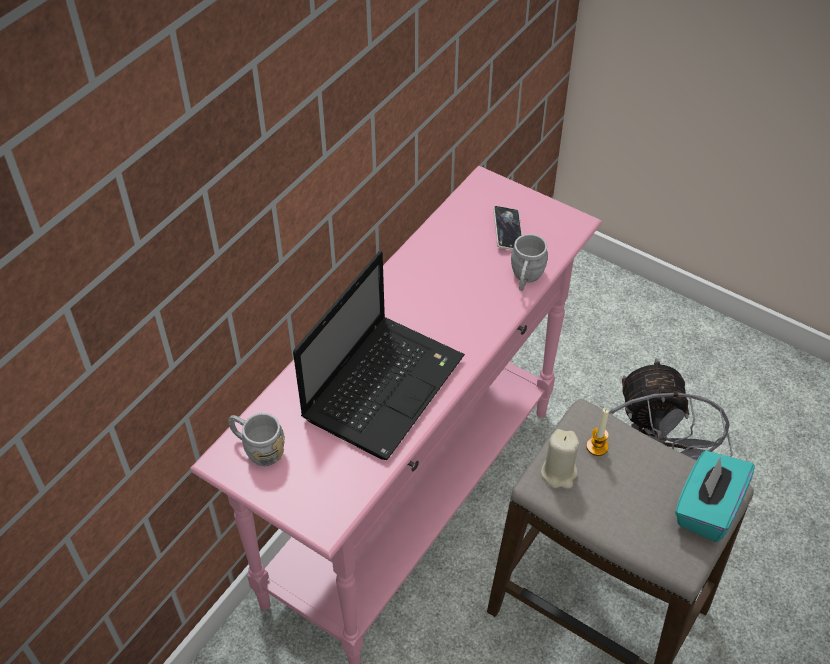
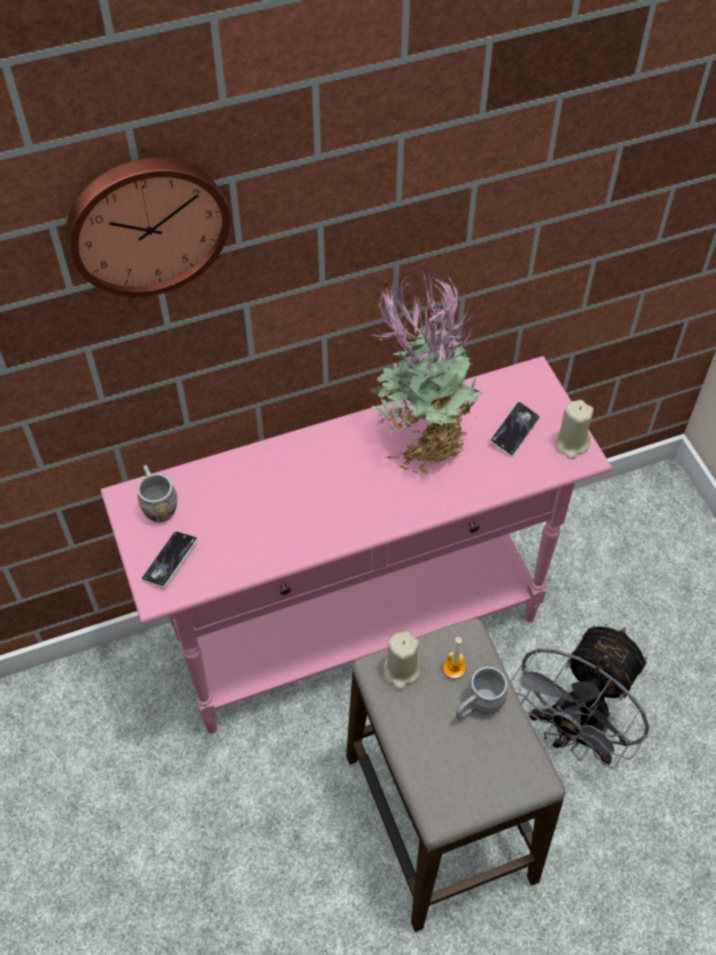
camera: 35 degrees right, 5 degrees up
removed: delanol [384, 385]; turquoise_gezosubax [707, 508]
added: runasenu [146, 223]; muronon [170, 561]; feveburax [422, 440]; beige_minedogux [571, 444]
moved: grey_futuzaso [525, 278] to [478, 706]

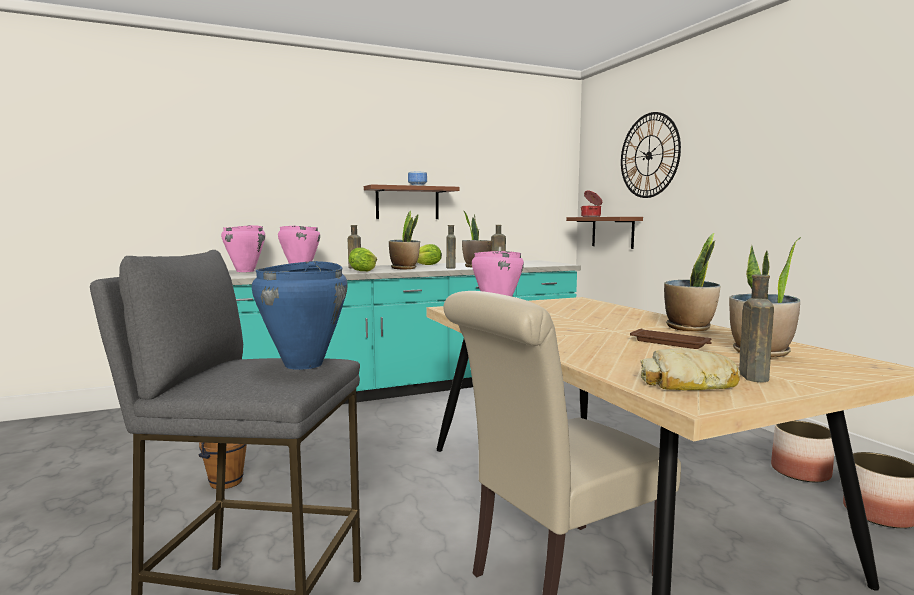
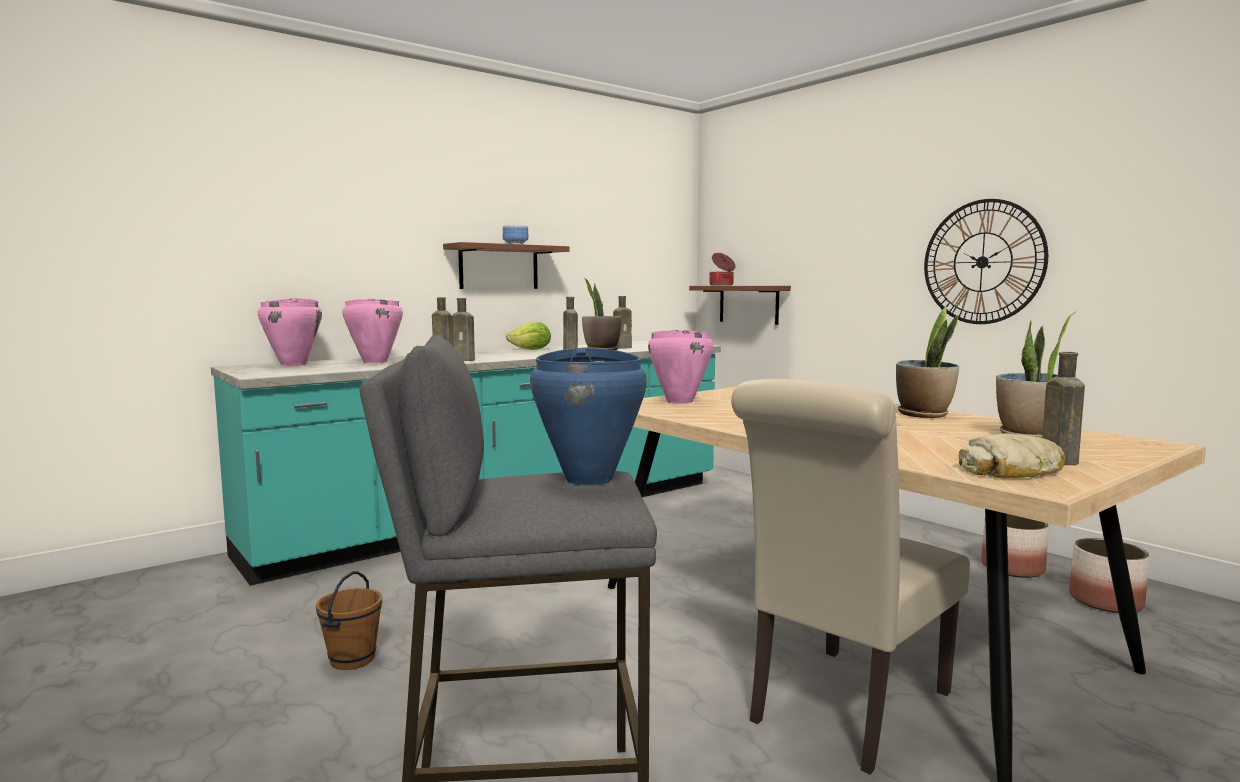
camera: 15 degrees left, 0 degrees up
removed: feveburax [404, 268]; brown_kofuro [671, 343]
moved: runasenu [649, 155] to [982, 262]
replaced: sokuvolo [363, 271] to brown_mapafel [465, 360]

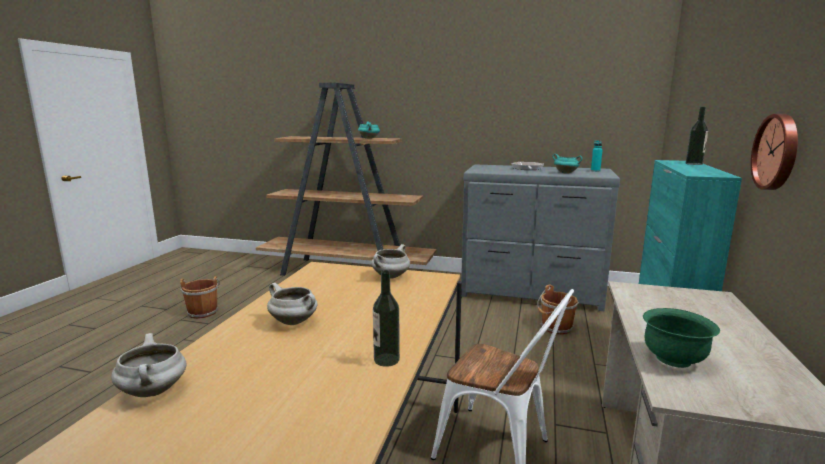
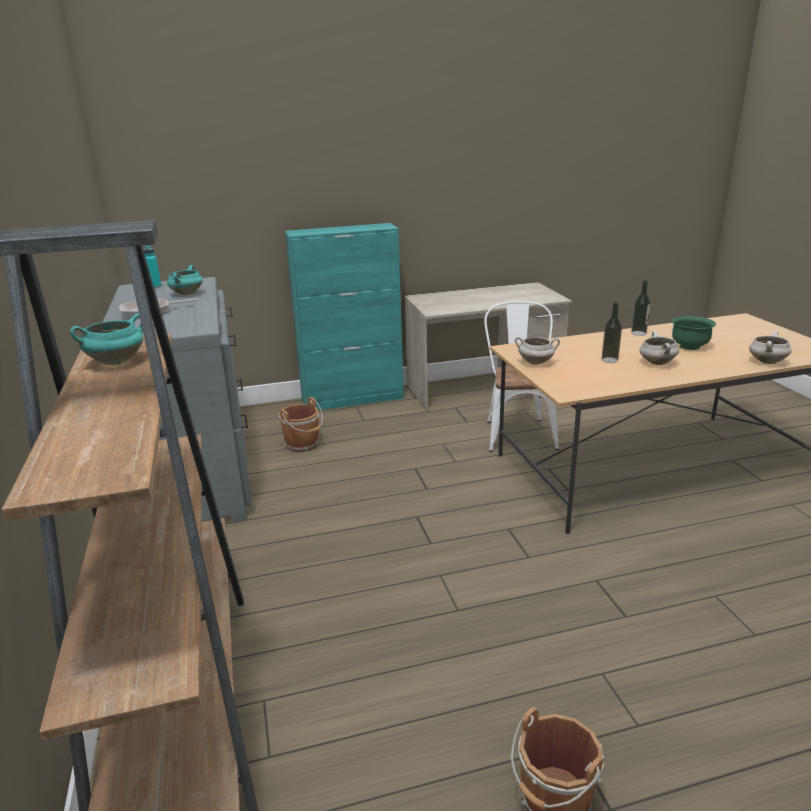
camera: 120 degrees left, 10 degrees up
removed: runasenu [778, 152]
moved: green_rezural [674, 359] to [689, 346]; mapafel [694, 164] to [609, 360]

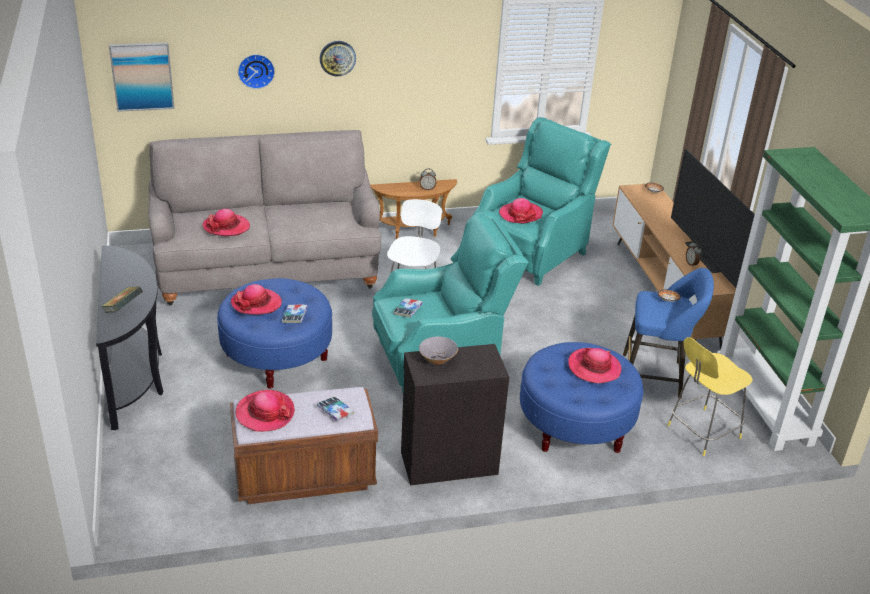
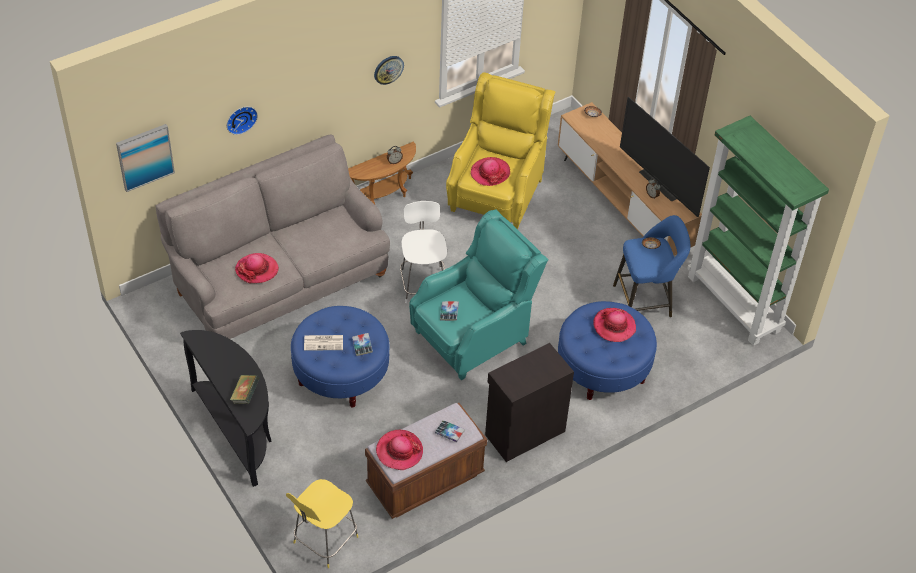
camera: 20 degrees left, 15 degrees up
removed: grey_rezural [437, 360]
moved: runasenu [337, 58] to [388, 69]; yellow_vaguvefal [701, 432] to [324, 541]
replaced: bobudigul [256, 304] to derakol [324, 342]
recoloured: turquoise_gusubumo [532, 253] to yellow_gusubumo [497, 192]

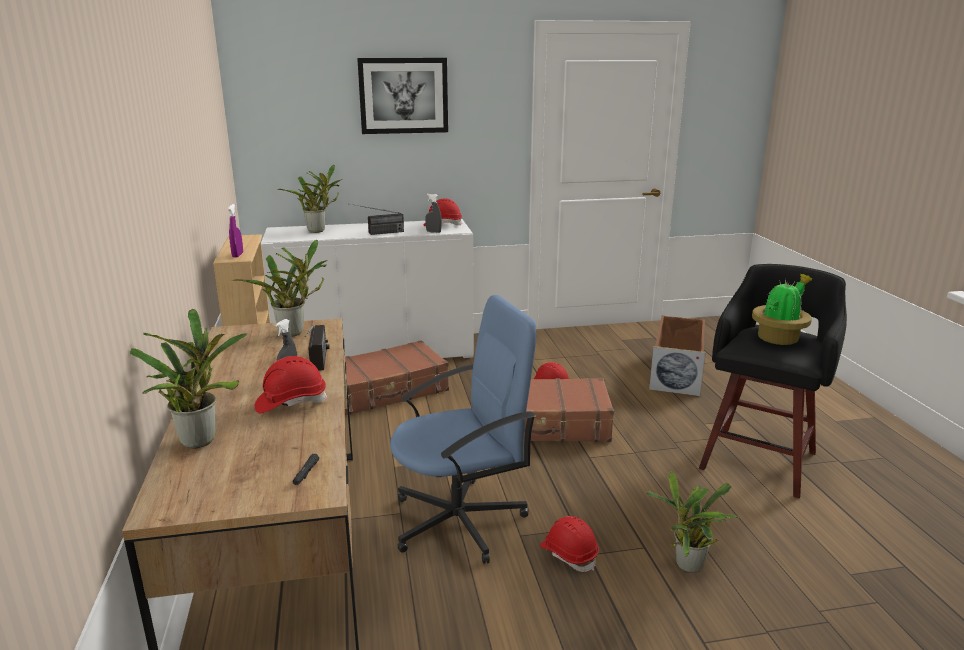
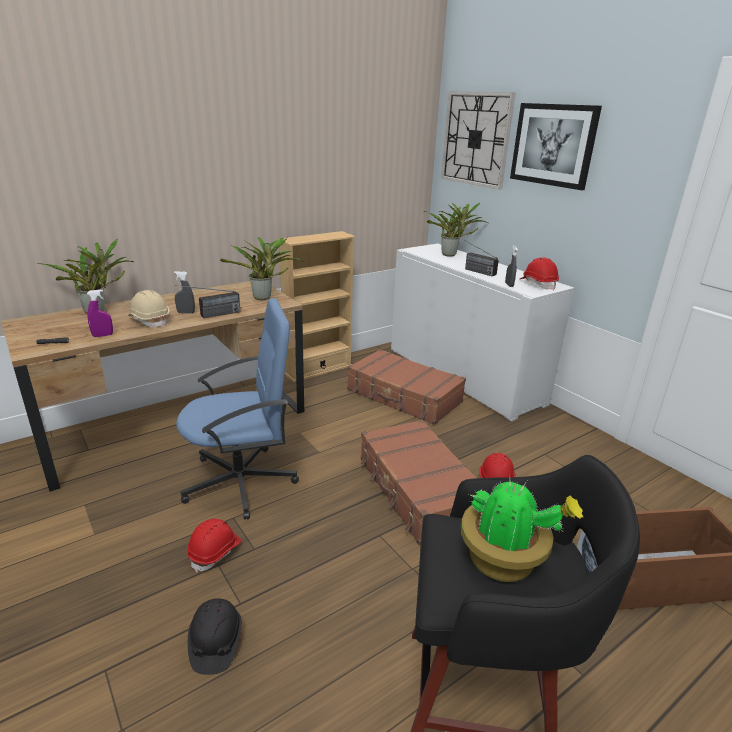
camera: 65 degrees right, 5 degrees up
added: runasenu [476, 139]
moved: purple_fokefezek [237, 255] to [103, 335]
replaced: feveburax [686, 568] to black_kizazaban [215, 643]
recoloured: red_kizazaban [291, 402] to beige_kizazaban [150, 320]
turned: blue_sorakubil [460, 520] = [242, 481] 60 degrees counterclockwise

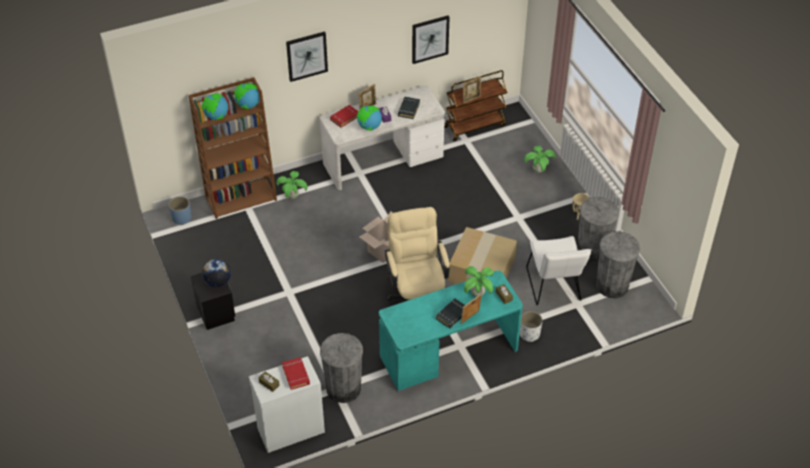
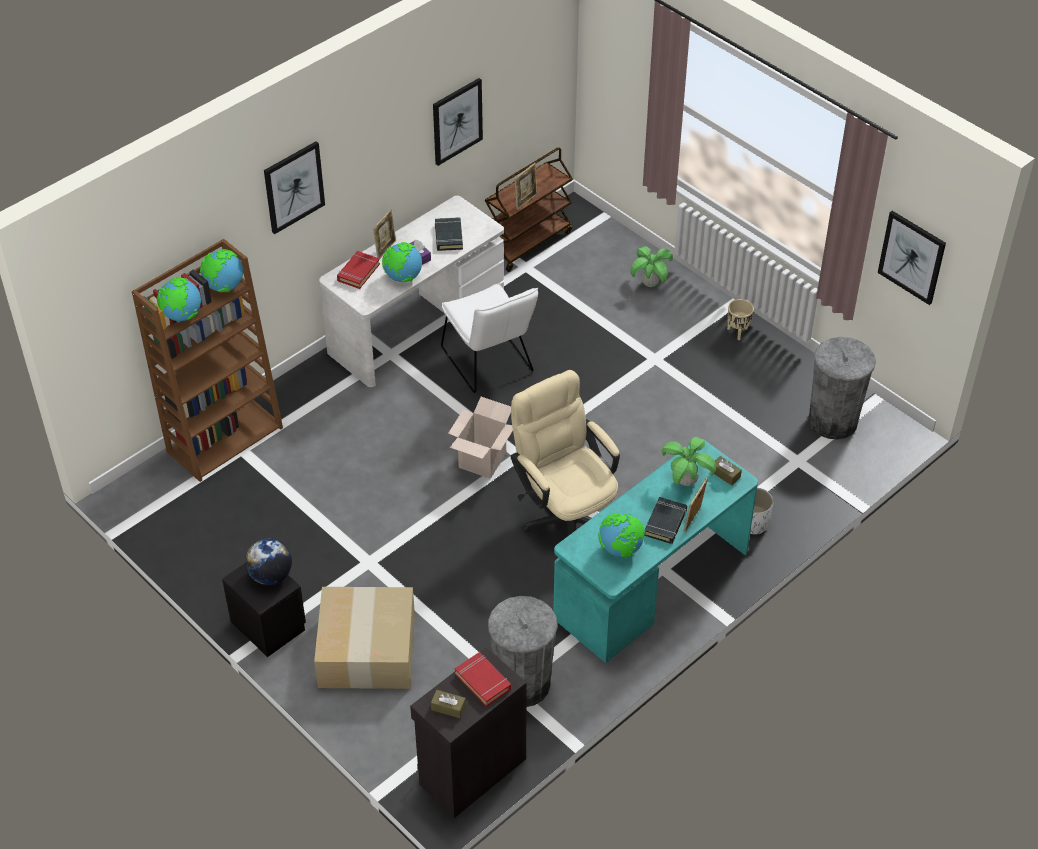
camera: 20 degrees left, 0 degrees up
removed: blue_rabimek [182, 218]; feveburax [292, 196]; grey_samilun [593, 250]
added: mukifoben [621, 549]; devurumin [912, 257]
moved: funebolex [481, 268] to [365, 649]; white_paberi [554, 287] to [490, 364]
recoloured: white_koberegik [290, 429] to black_koberegik [471, 771]

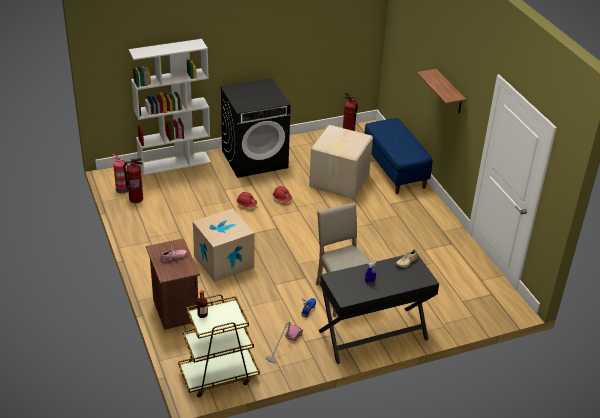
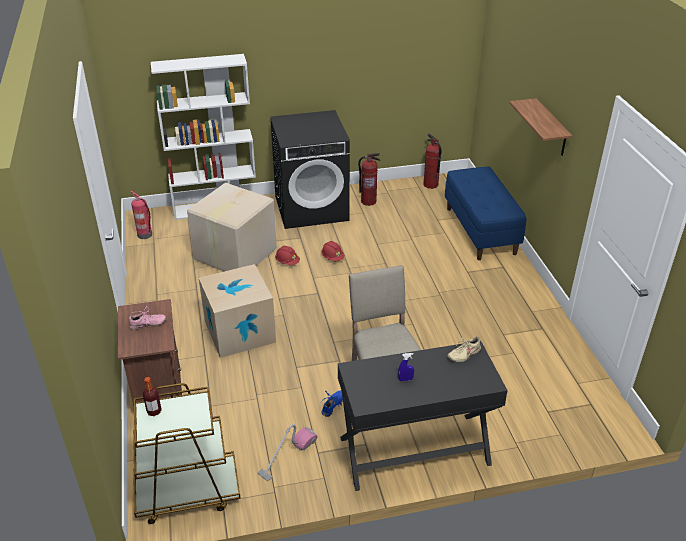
camera: 10 degrees right, 0 degrees up
moved: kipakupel [136, 199] to [368, 201]; funebolex [338, 181] to [234, 254]

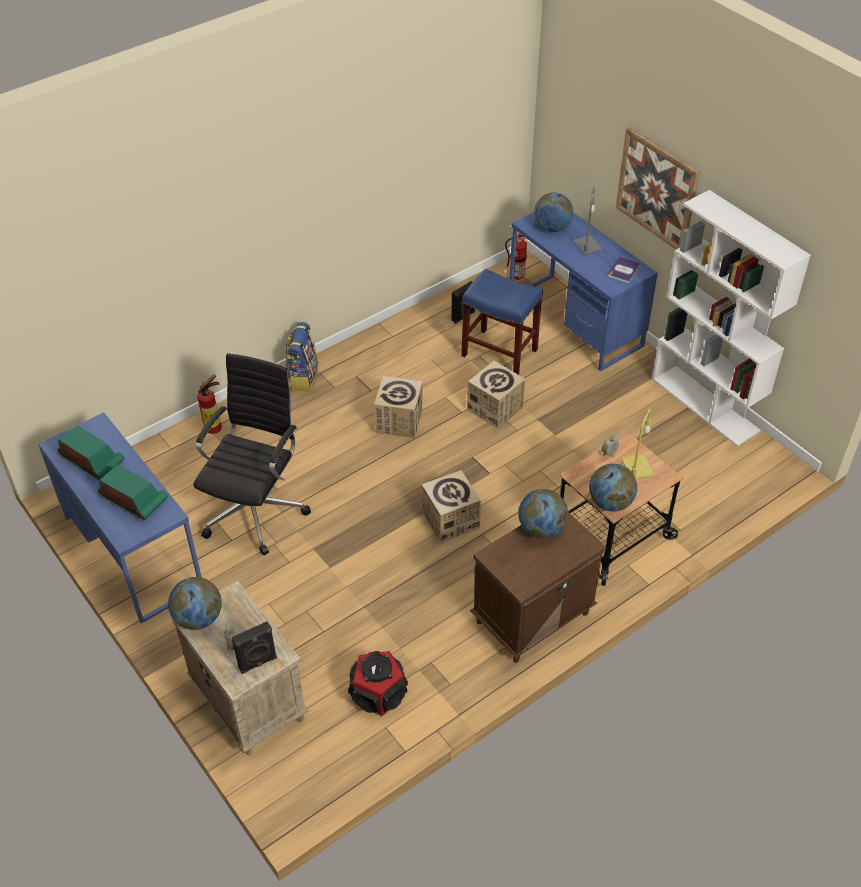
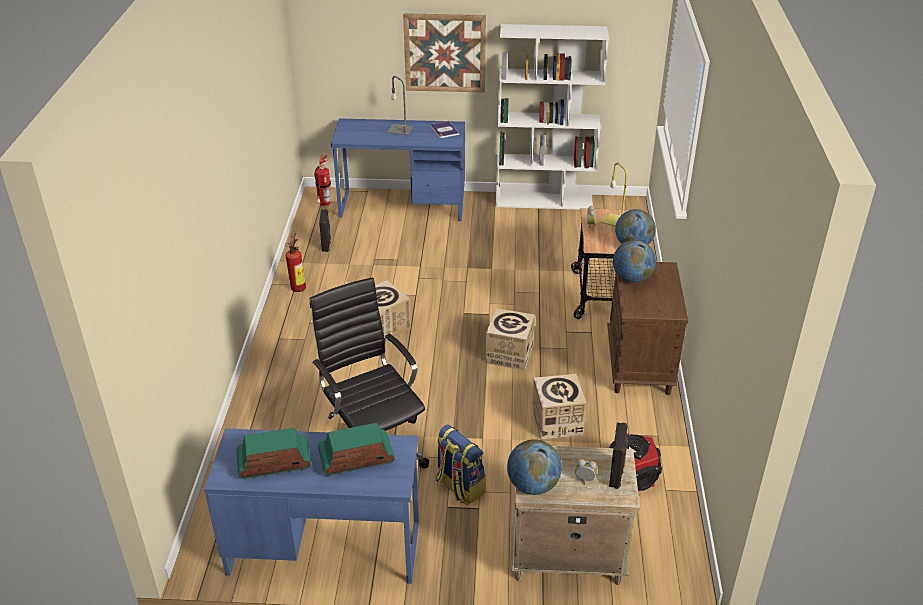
camera: 50 degrees left, 10 degrees down
removed: blue_vaguvefal [498, 353]; mukifoben [552, 228]
moved: kipakupel [216, 427] to [299, 287]; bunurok [302, 377] to [459, 487]; funebolex [495, 408] to [557, 422]

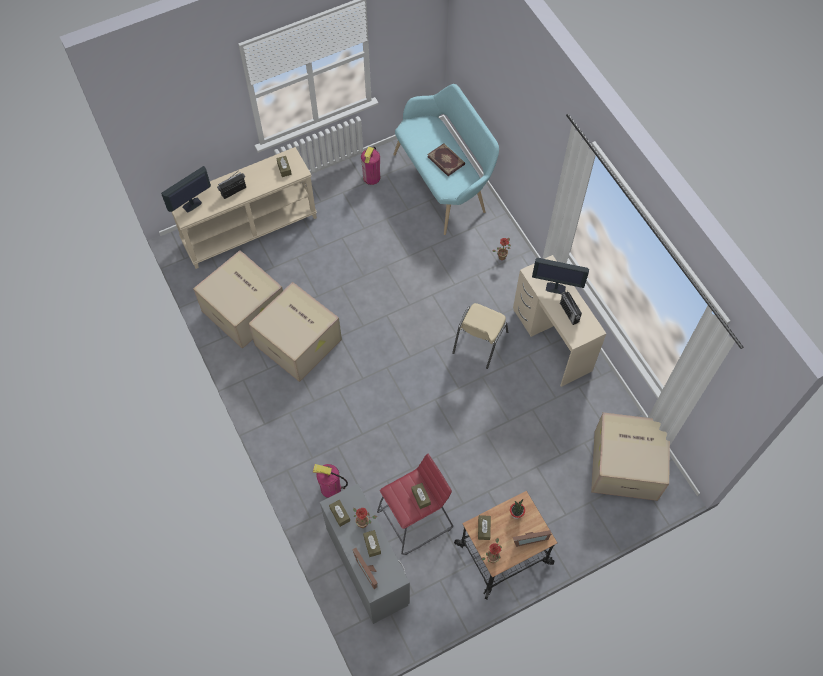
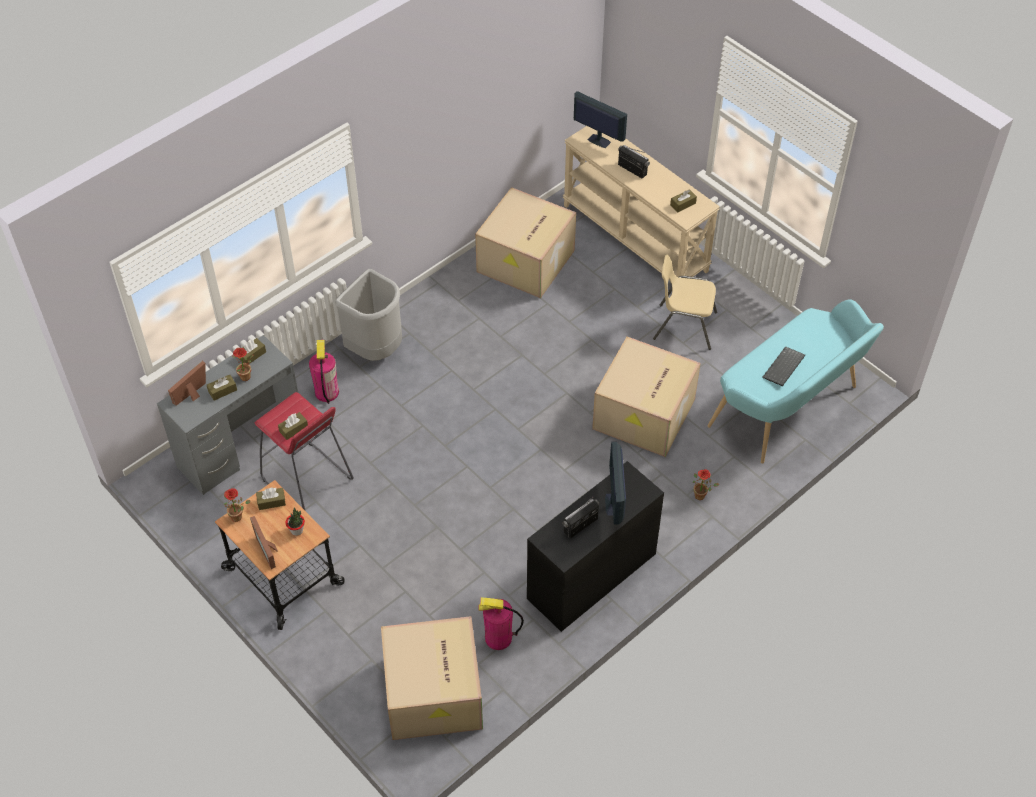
camera: 75 degrees right, 10 degrees down
added: grey_samilun [376, 349]
moved: funebolex [299, 342] to [644, 415]; kipakupel [371, 177] to [498, 638]; beige_paberi [479, 343] to [683, 326]
replaced: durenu [446, 160] to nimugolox [784, 368]
recoloured: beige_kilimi [552, 340] to black_kilimi [592, 576]

